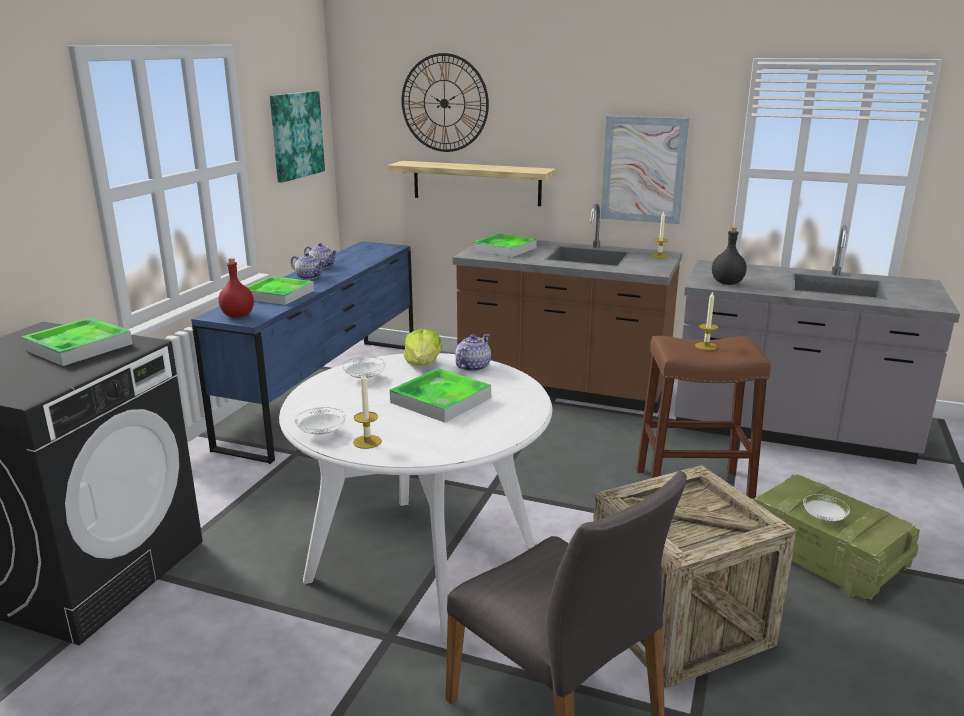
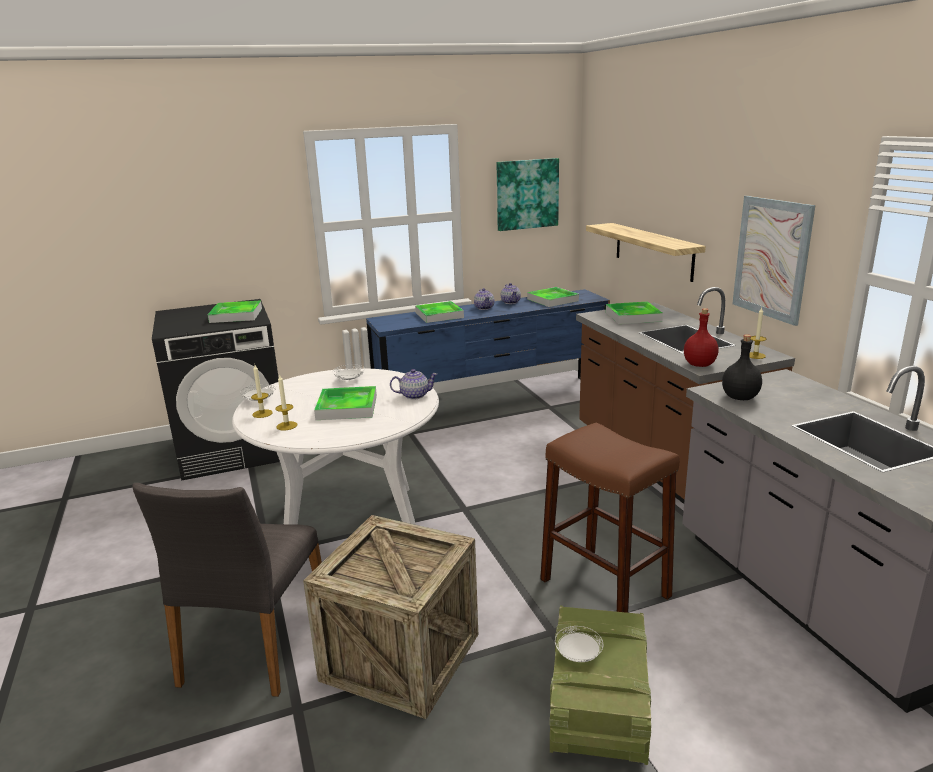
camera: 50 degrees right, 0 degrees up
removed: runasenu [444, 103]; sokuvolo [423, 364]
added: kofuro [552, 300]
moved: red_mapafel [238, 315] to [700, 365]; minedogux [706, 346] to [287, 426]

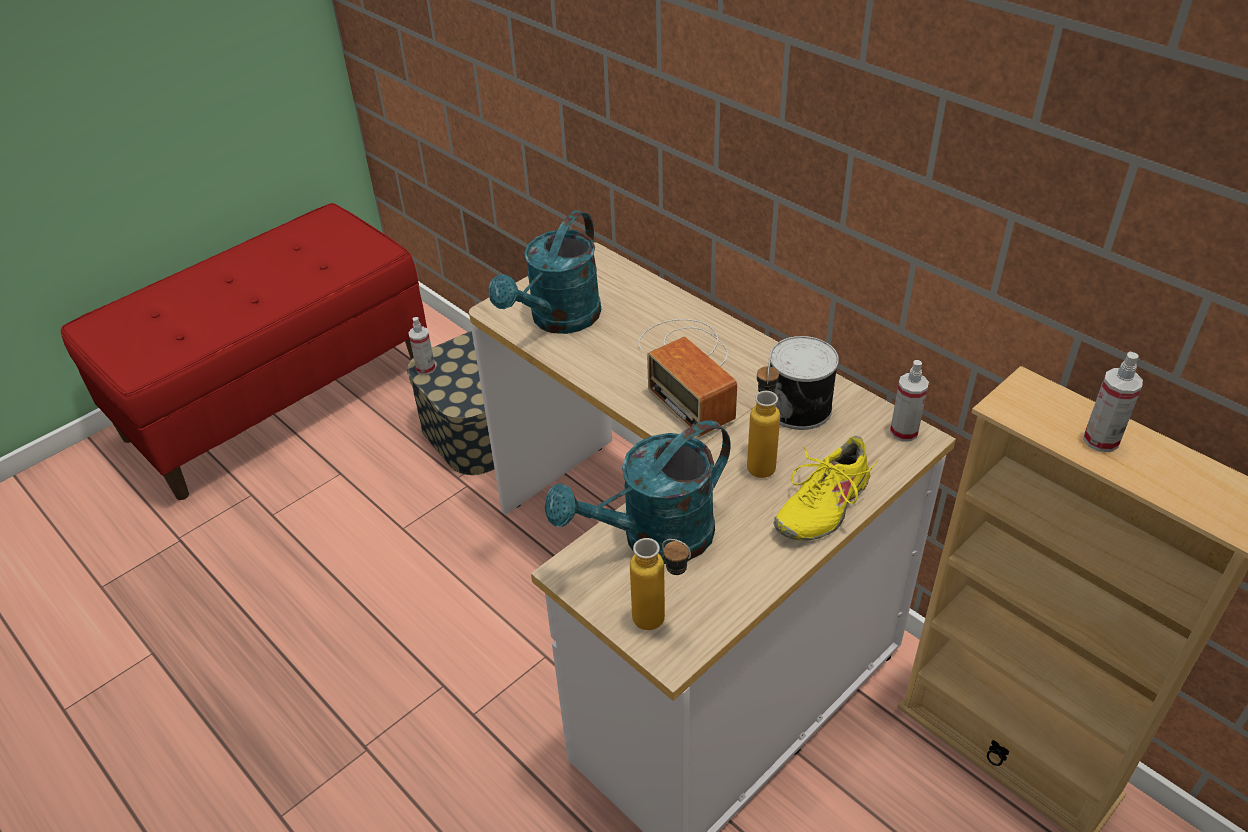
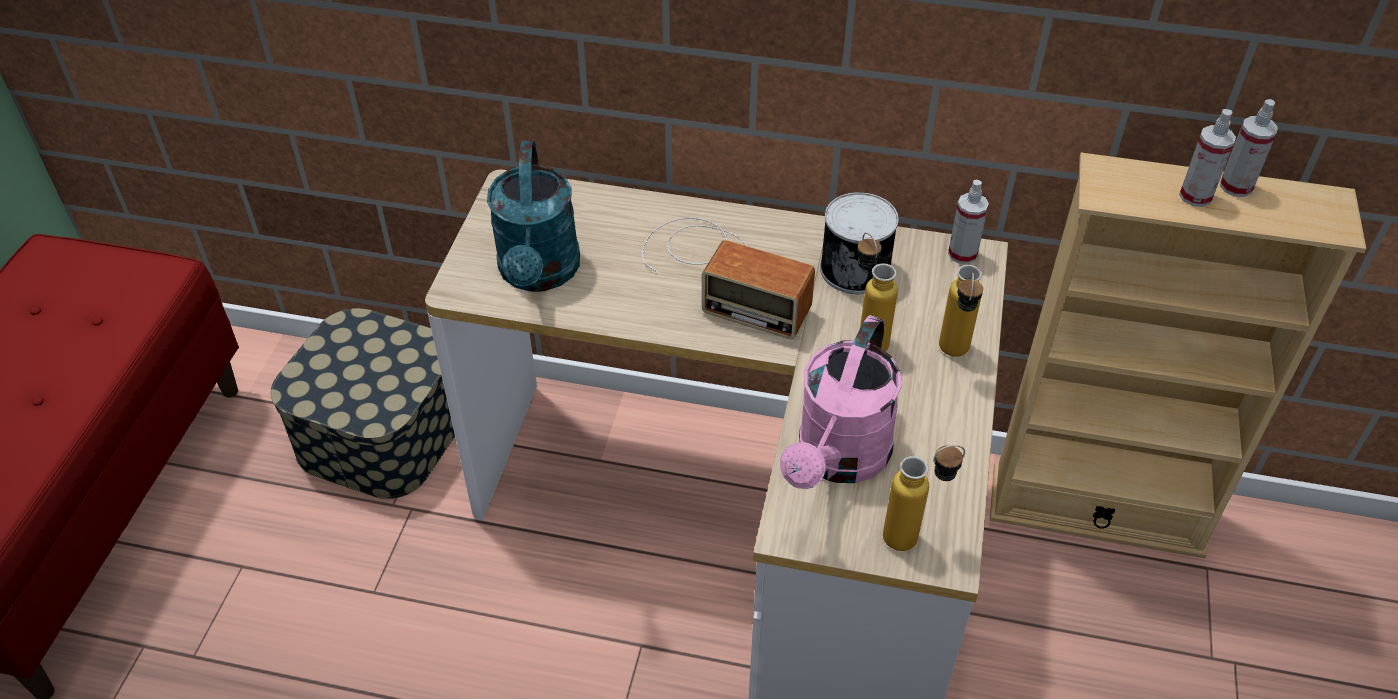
camera: 35 degrees left, 5 degrees up
moved: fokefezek [425, 368] to [1236, 186]
replaced: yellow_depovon [821, 505] to mapafel [953, 356]
recoloured: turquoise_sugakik [654, 539] to pink_sugakik [838, 460]

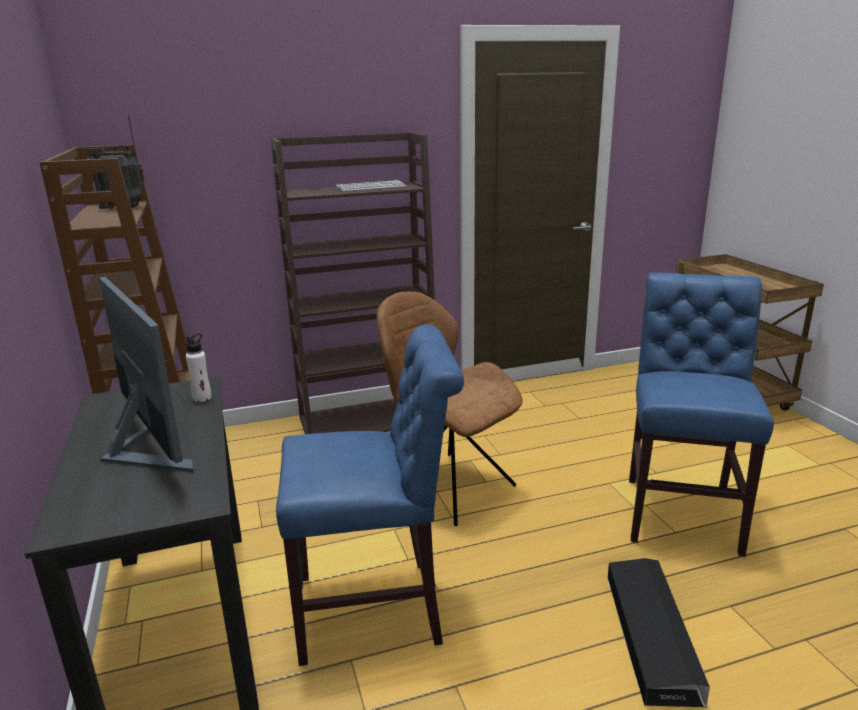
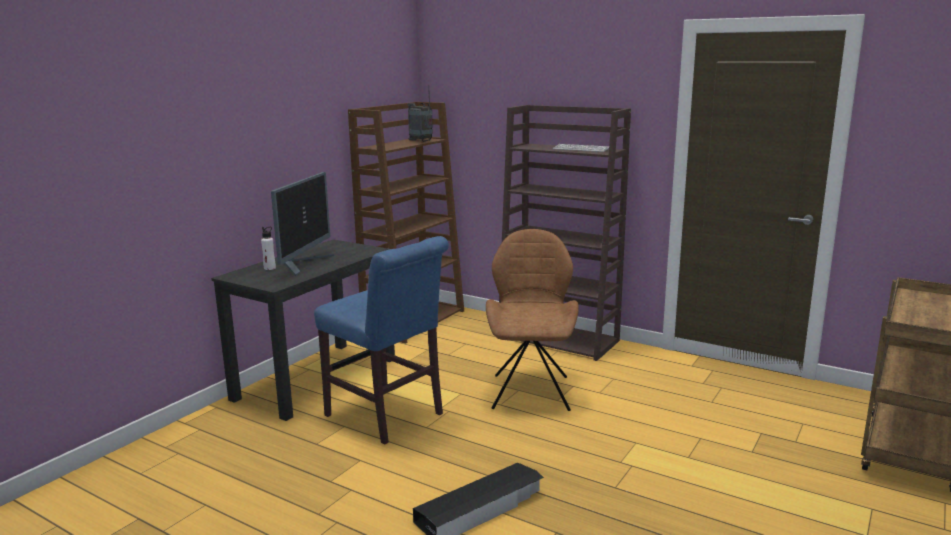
camera: 50 degrees right, 5 degrees down
removed: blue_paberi [680, 510]
moved: white_mapafel [202, 398] to [269, 268]

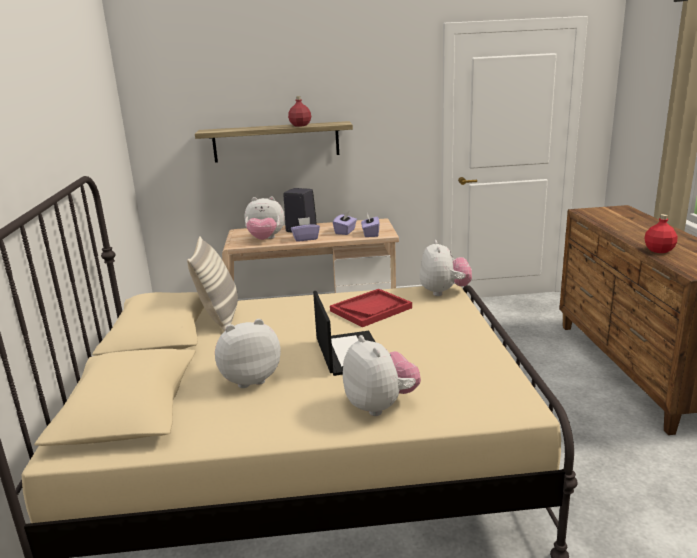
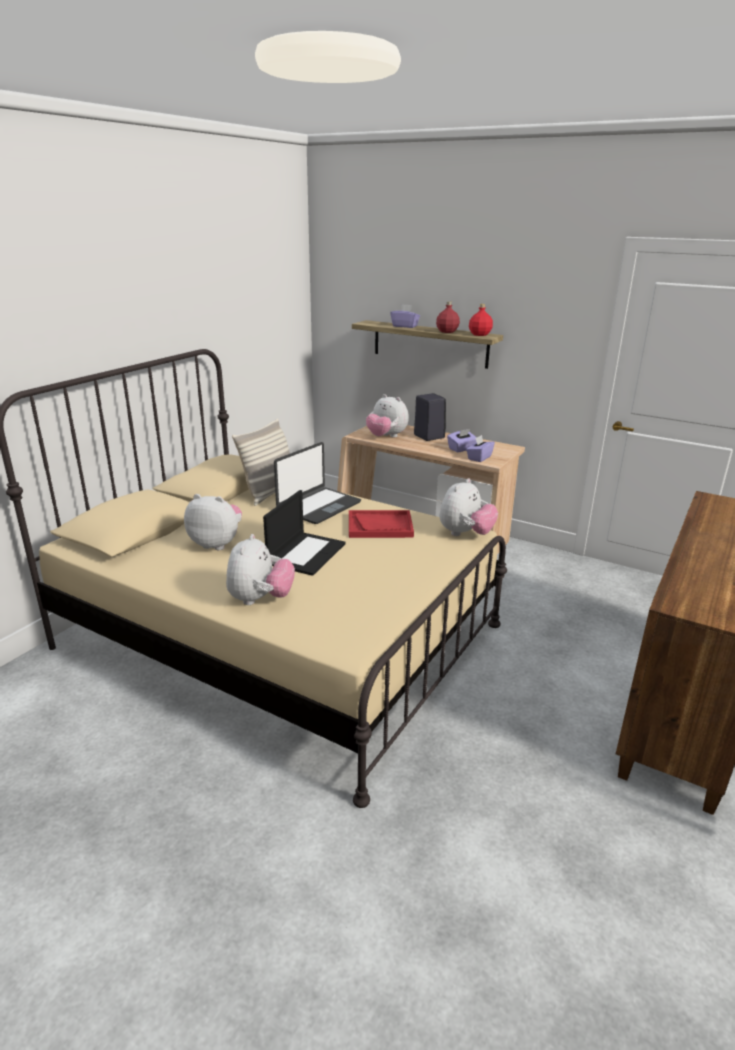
camera: 35 degrees right, 5 degrees up
added: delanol [318, 506]
moved: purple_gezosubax [305, 238] to [405, 326]; red_mapafel [658, 250] to [479, 334]

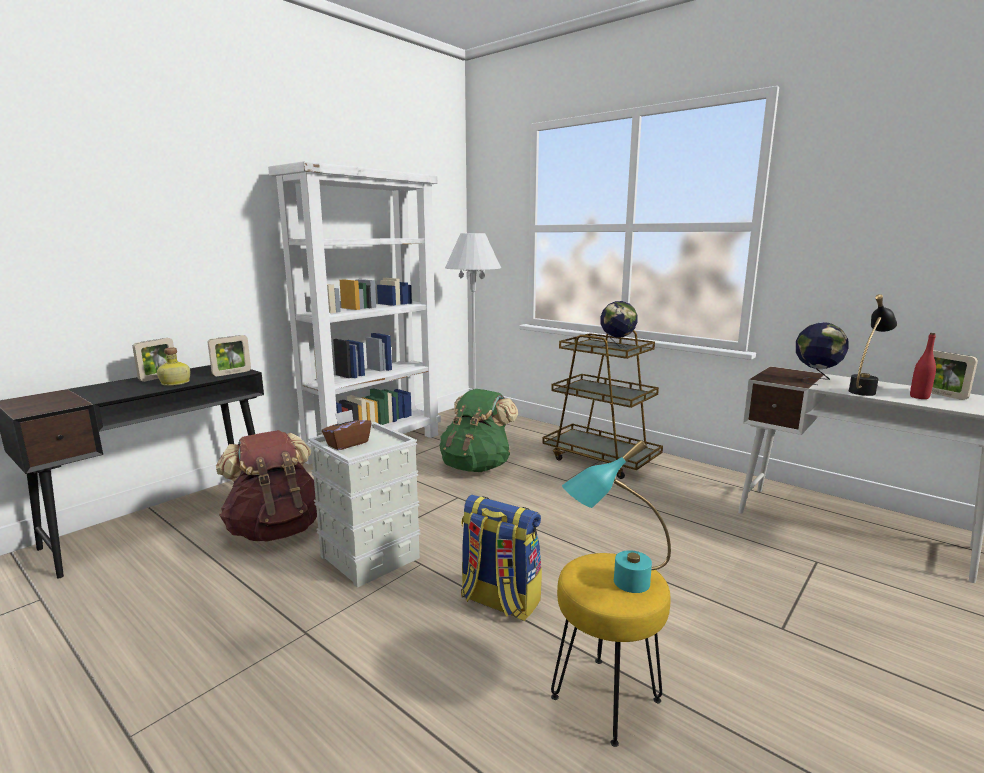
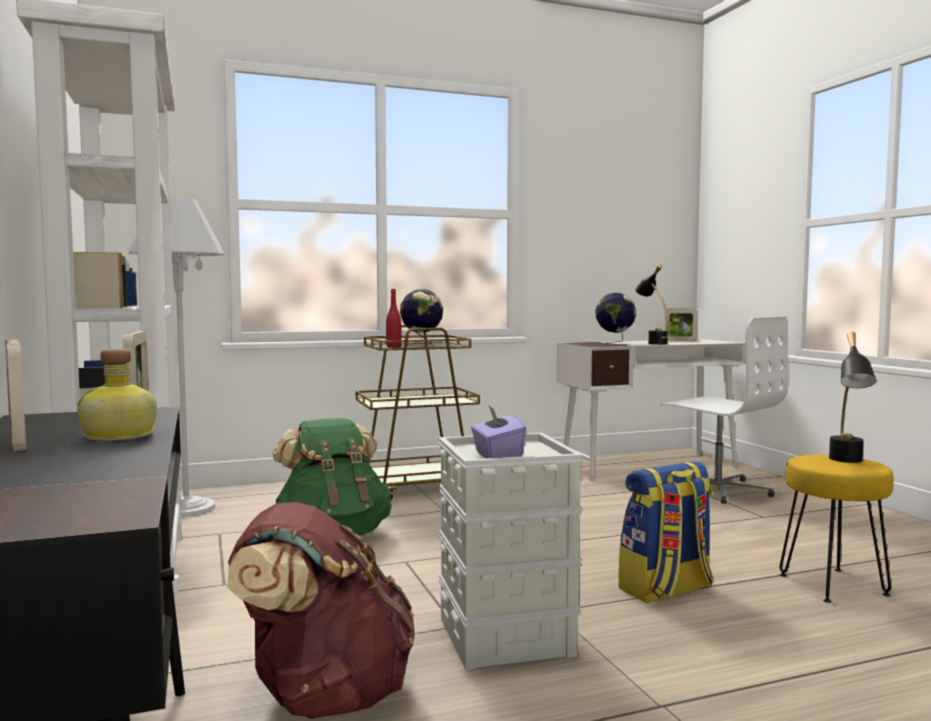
camera: 60 degrees left, 10 degrees down
added: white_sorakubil [717, 489]
moved: red_mapafel [919, 397] to [393, 347]
recoloured: brown_gezosubax [347, 444] to purple_gezosubax [497, 456]; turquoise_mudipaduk [614, 584] to black_mudipaduk [848, 462]

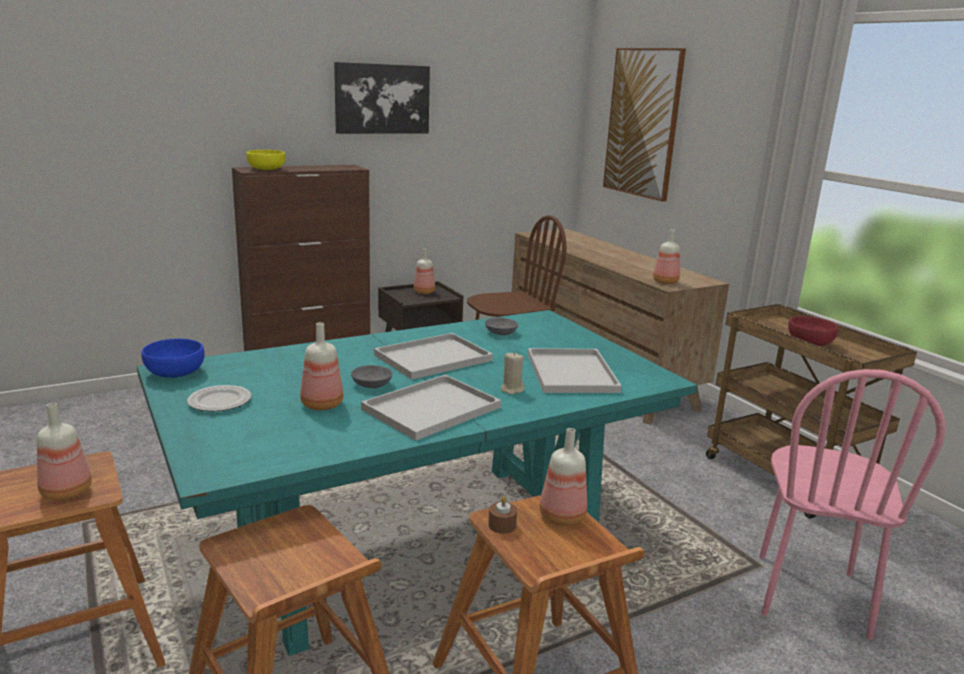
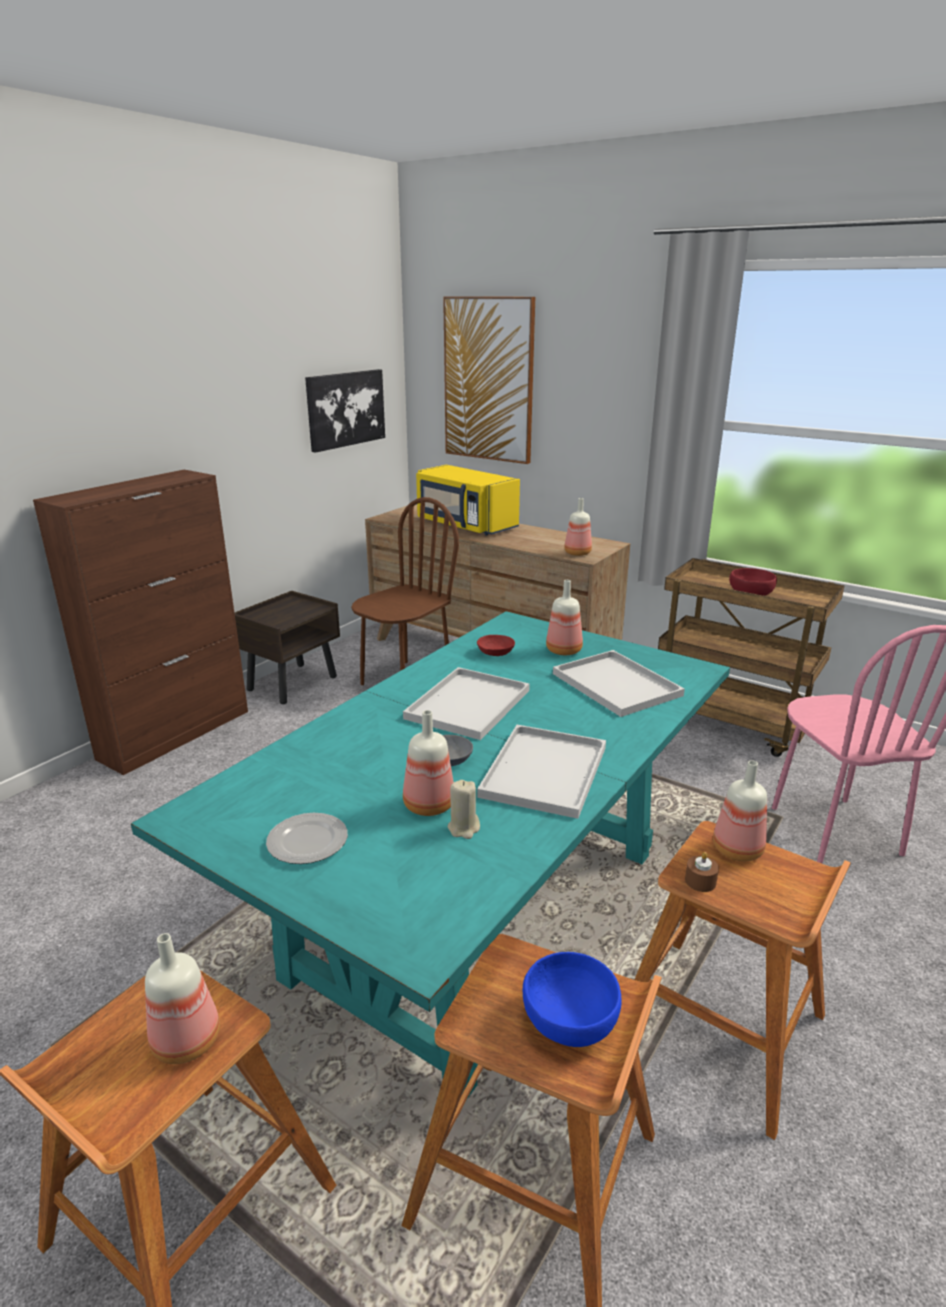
camera: 25 degrees left, 5 degrees up
removed: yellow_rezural [266, 169]
added: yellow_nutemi [465, 525]
moved: blue_rezural [174, 373] to [570, 1021]; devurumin [382, 99] to [345, 409]; mapafel [424, 292] to [564, 650]; beige_minedogux [512, 389] to [464, 828]
recoloured: grey_rezural [500, 333] to red_rezural [495, 653]

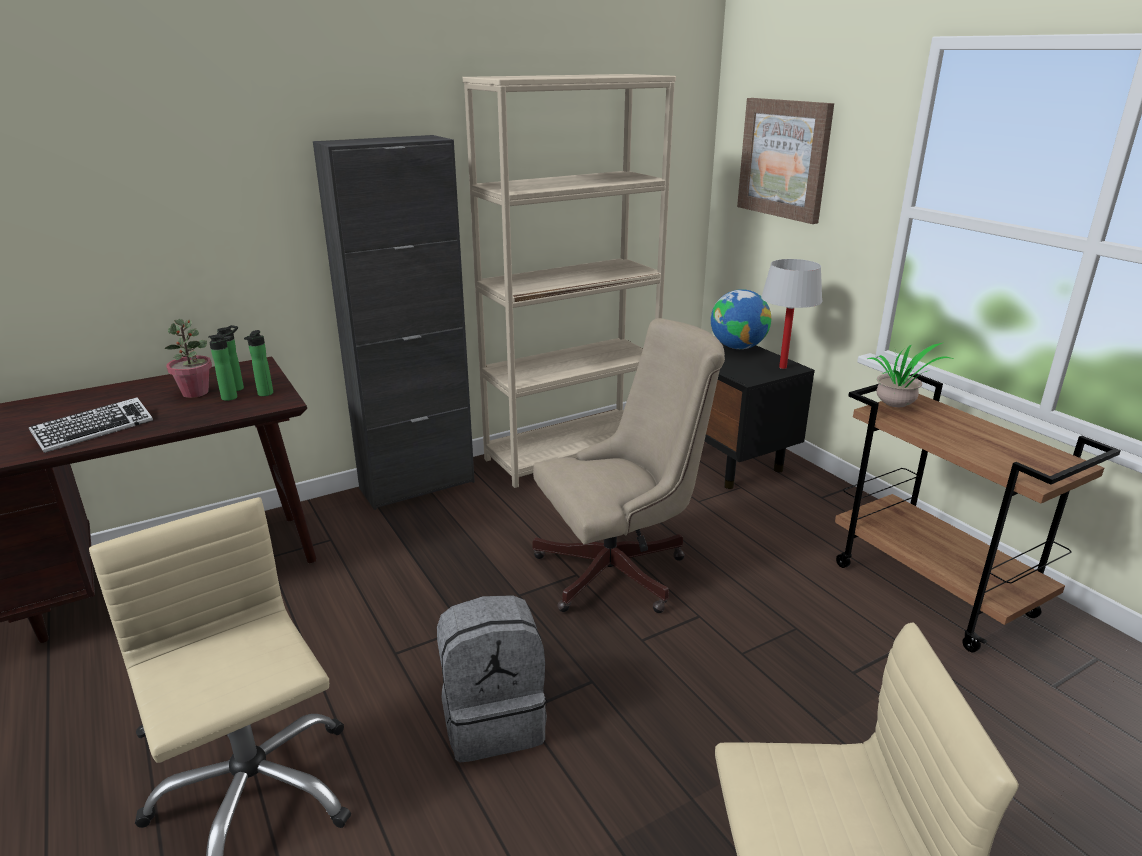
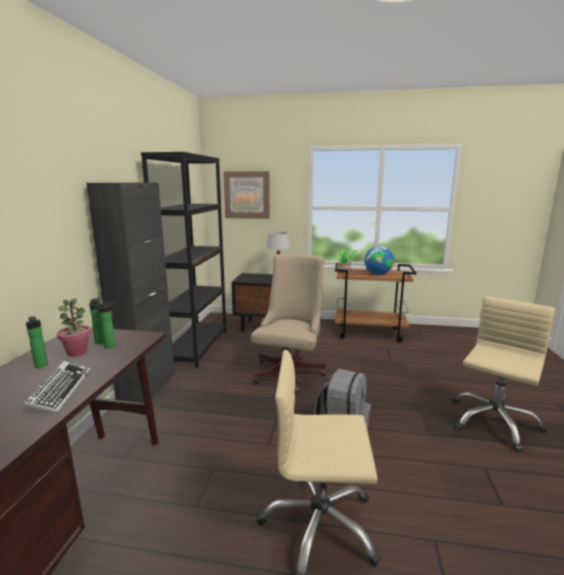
camera: 50 degrees left, 10 degrees down
moved: mapafel [264, 394] to [41, 366]; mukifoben [737, 347] to [378, 274]
recoloured: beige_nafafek [571, 453] to black_nafafek [197, 346]

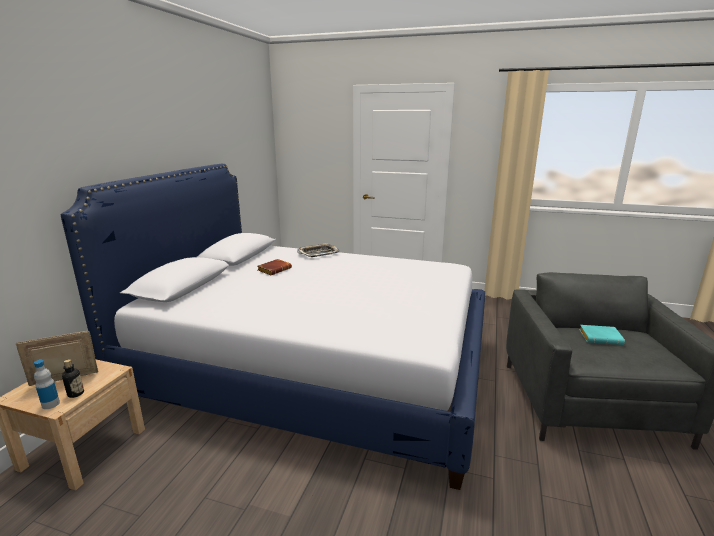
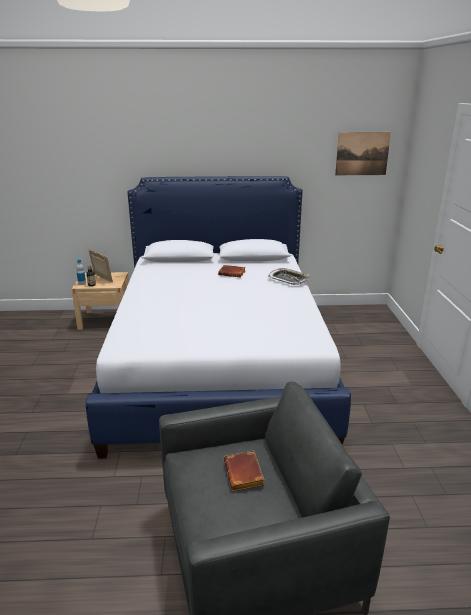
camera: 70 degrees right, 5 degrees up
added: devurumin [362, 153]
recoloured: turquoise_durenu [601, 338] to brown_durenu [245, 475]

